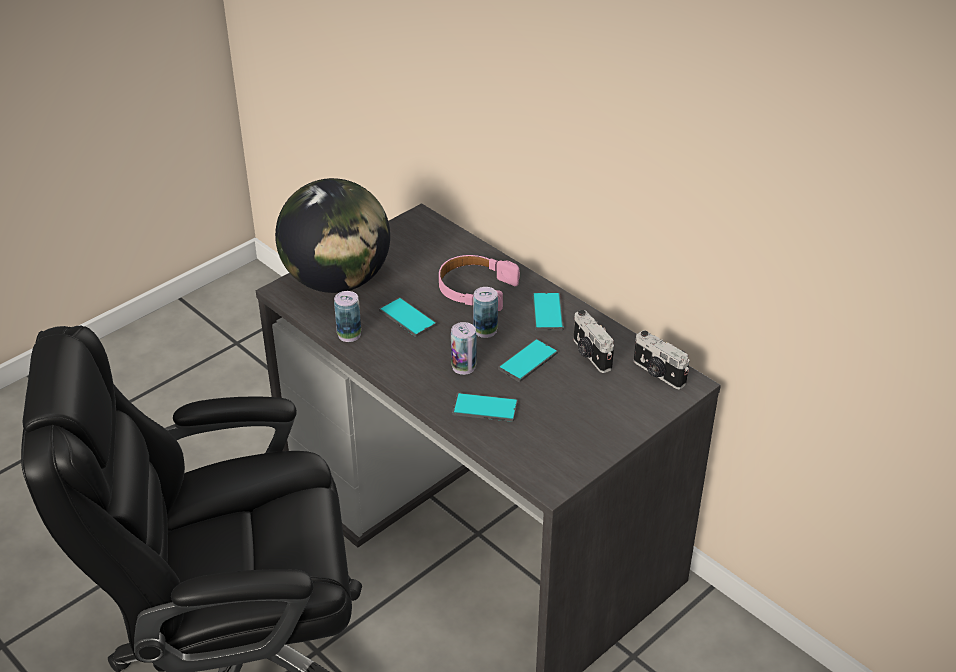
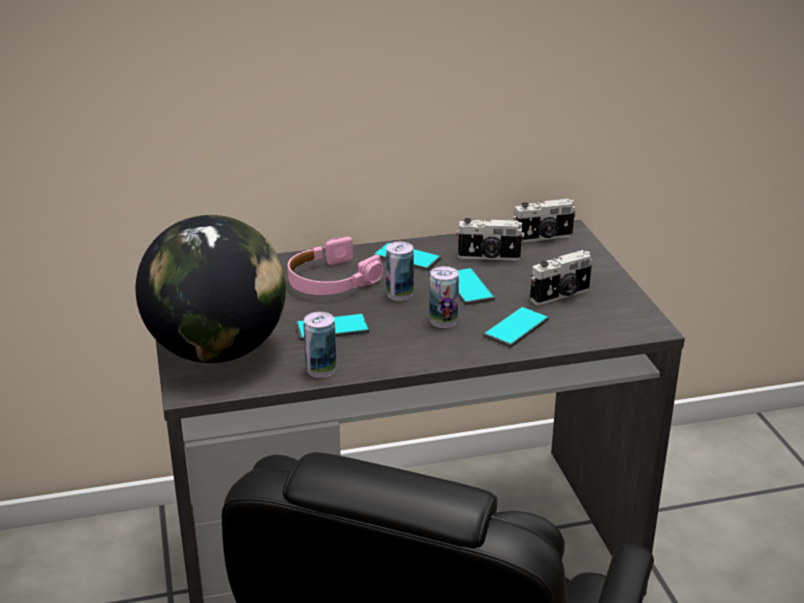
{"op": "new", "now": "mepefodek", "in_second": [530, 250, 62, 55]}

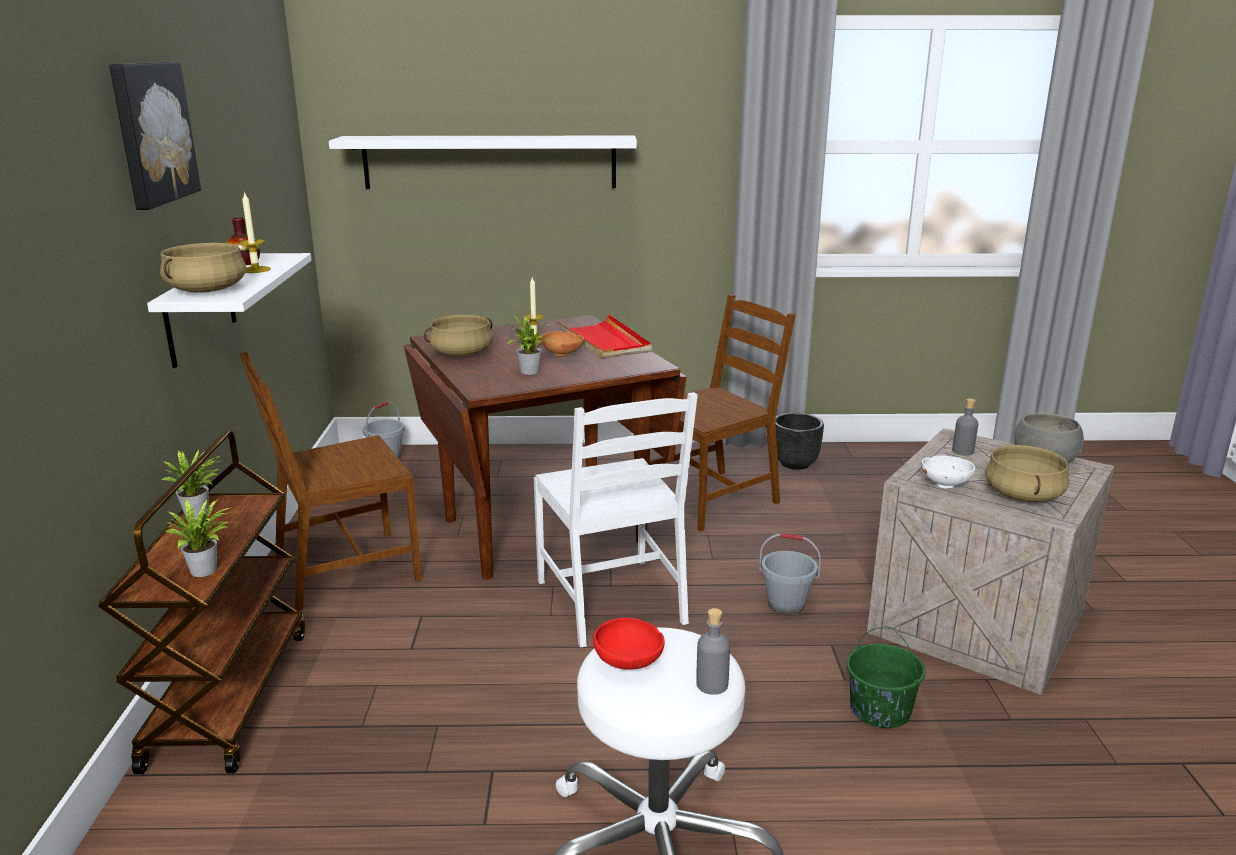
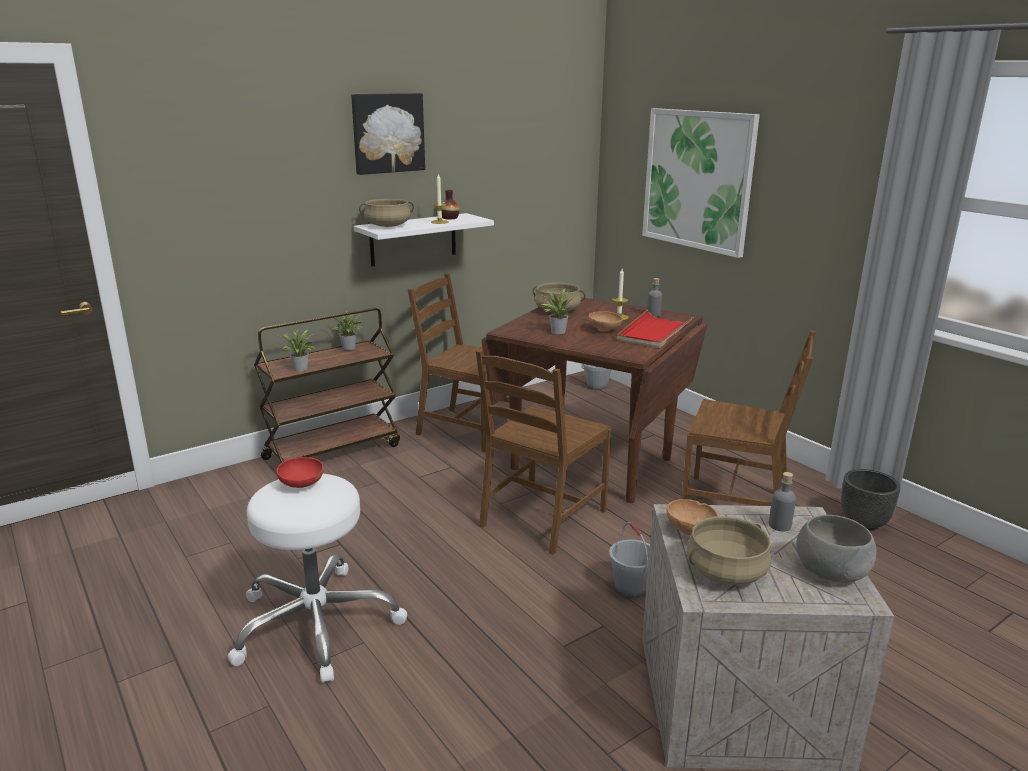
{"op": "repainted", "was": "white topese", "now": "brown topese", "in_first": [534, 392, 164, 256], "in_second": [476, 350, 136, 205]}
{"op": "swapped", "was": "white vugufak", "now": "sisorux", "in_first": [329, 136, 308, 53], "in_second": [642, 108, 118, 150]}
{"op": "shifted", "was": "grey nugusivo", "in_first": [696, 608, 34, 87], "in_second": [647, 278, 15, 39]}
{"op": "repainted", "was": "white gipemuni", "now": "brown gipemuni", "in_first": [921, 455, 54, 33], "in_second": [666, 499, 53, 36]}
{"op": "gone", "was": "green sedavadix", "in_first": [847, 627, 79, 101]}

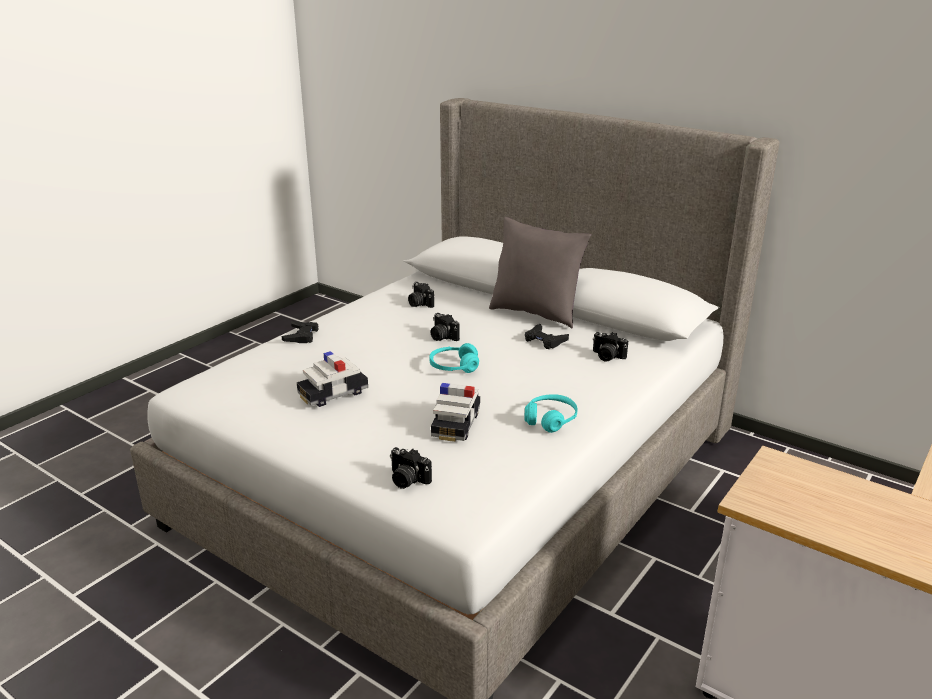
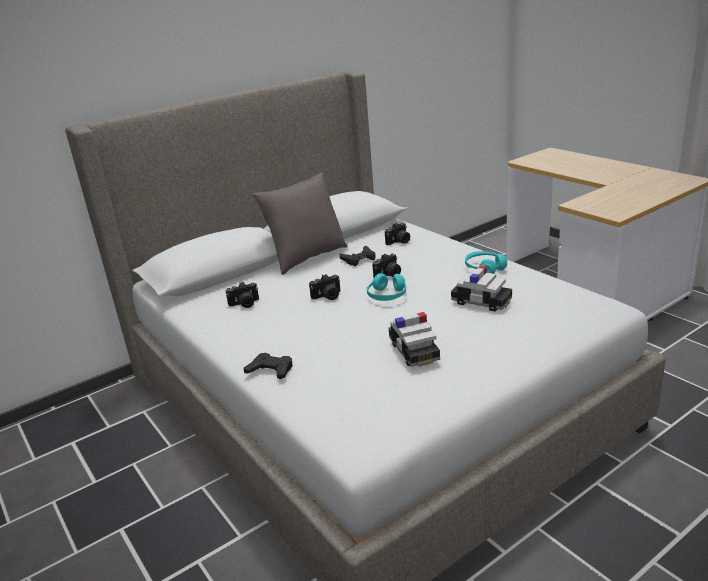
{"op": "shifted", "was": "mepefodek", "in_first": [390, 447, 42, 42], "in_second": [372, 253, 29, 25]}

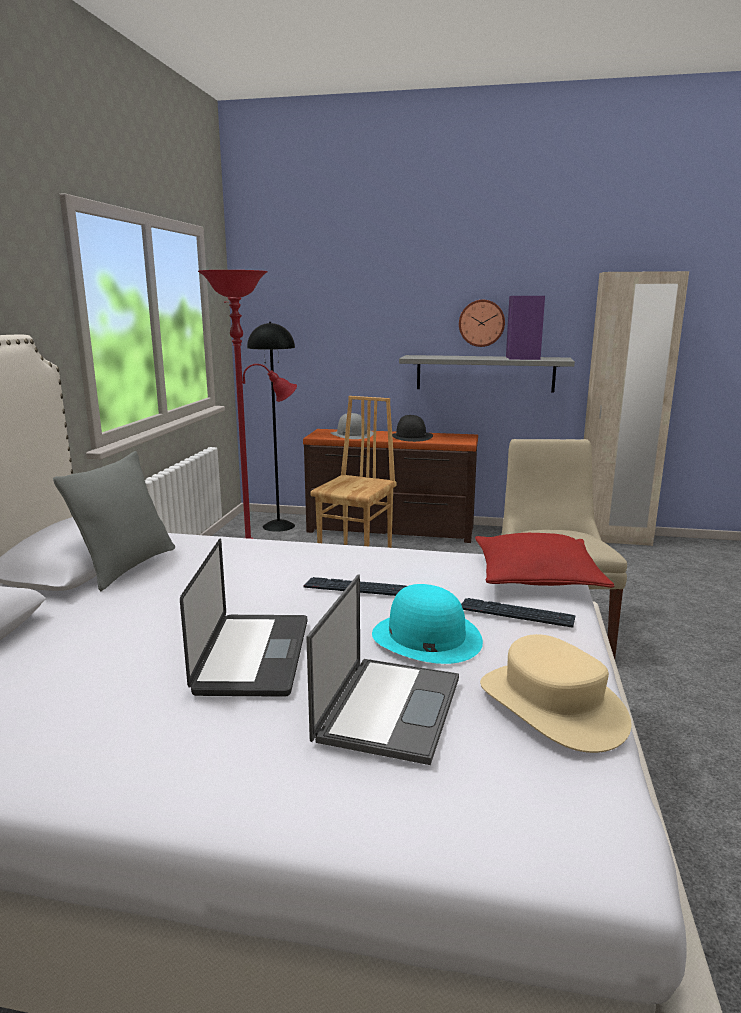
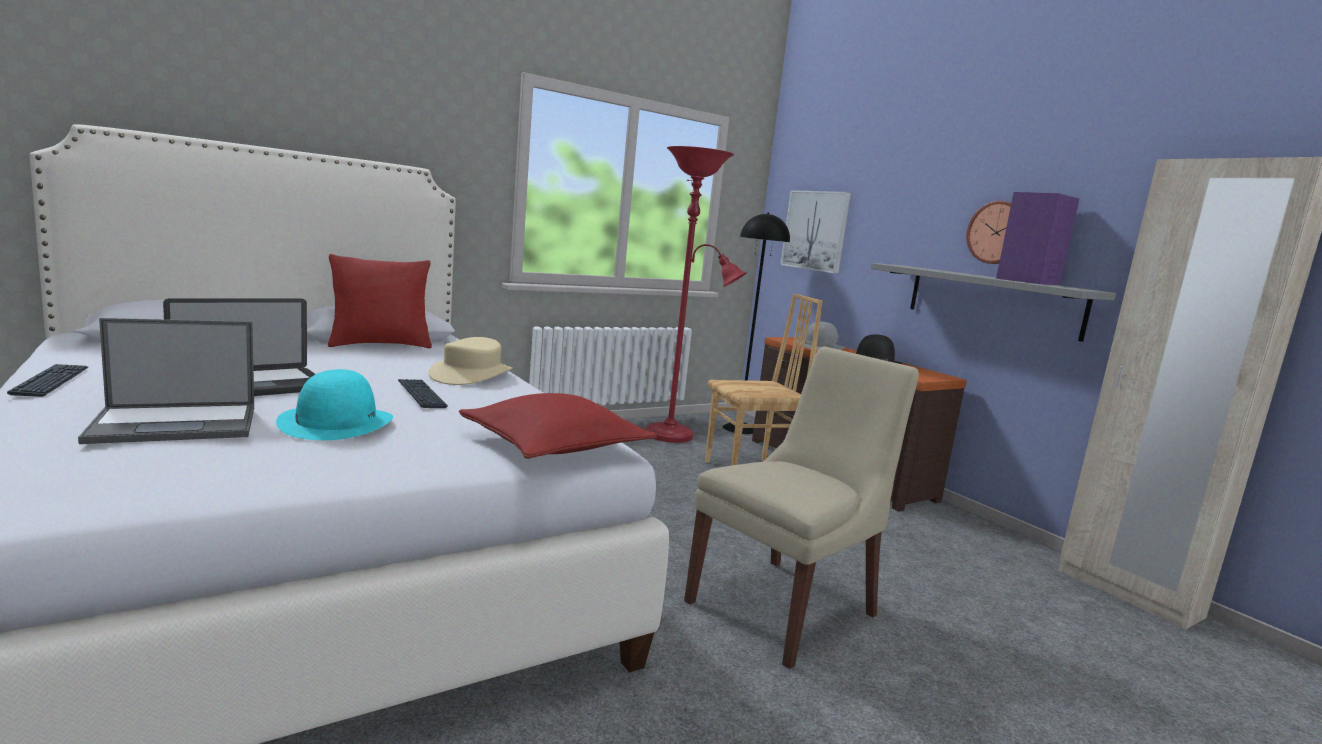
{"op": "shifted", "was": "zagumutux", "in_first": [461, 598, 114, 30], "in_second": [7, 364, 81, 33]}
{"op": "repainted", "was": "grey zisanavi", "now": "red zisanavi", "in_first": [53, 451, 122, 140], "in_second": [328, 254, 104, 94]}
{"op": "shifted", "was": "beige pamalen", "in_first": [480, 634, 152, 119], "in_second": [428, 337, 84, 48]}
{"op": "new", "now": "sisorux", "in_second": [780, 190, 71, 84]}

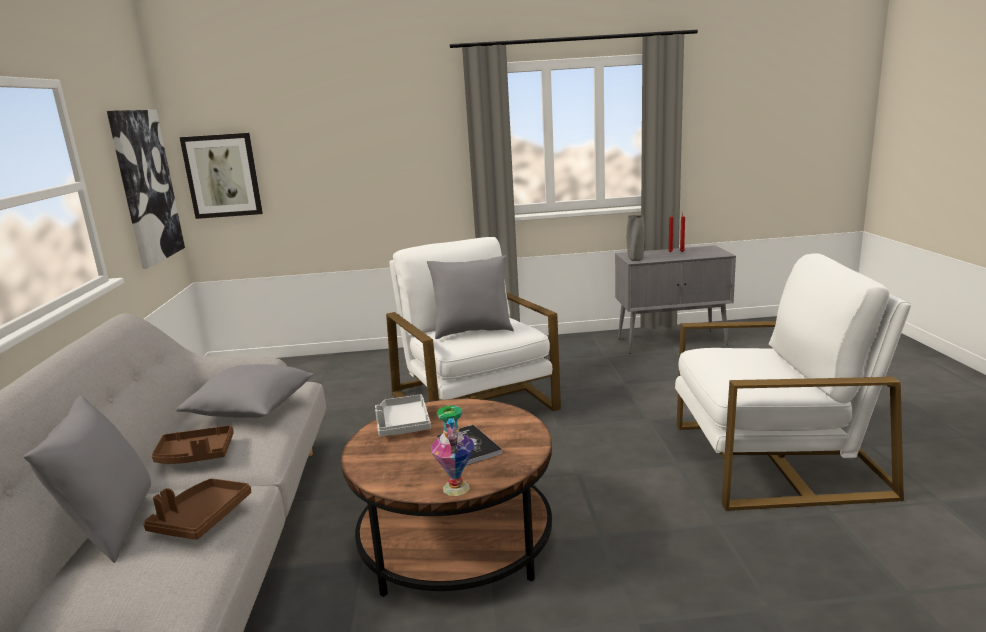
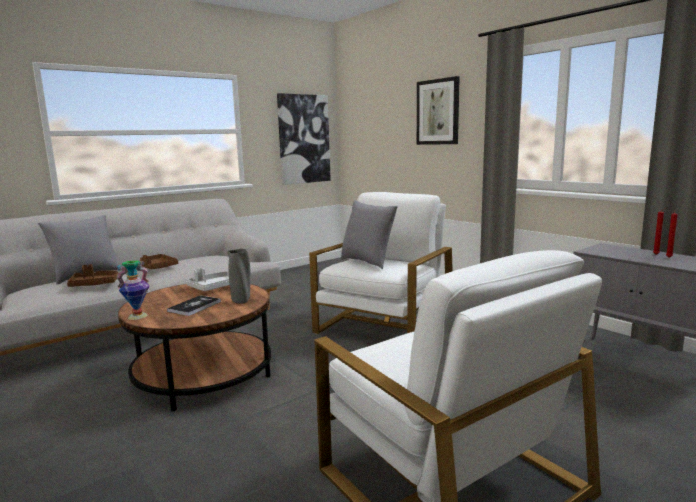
{"op": "shifted", "was": "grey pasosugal", "in_first": [626, 215, 19, 46], "in_second": [227, 249, 24, 55]}
{"op": "shifted", "was": "sisorux", "in_first": [180, 133, 83, 86], "in_second": [417, 76, 43, 69]}
{"op": "gone", "was": "grey zisanavi", "in_first": [176, 364, 138, 54]}

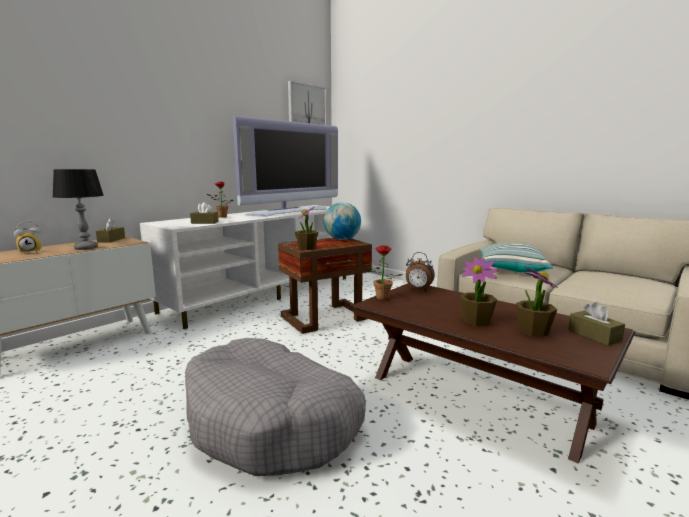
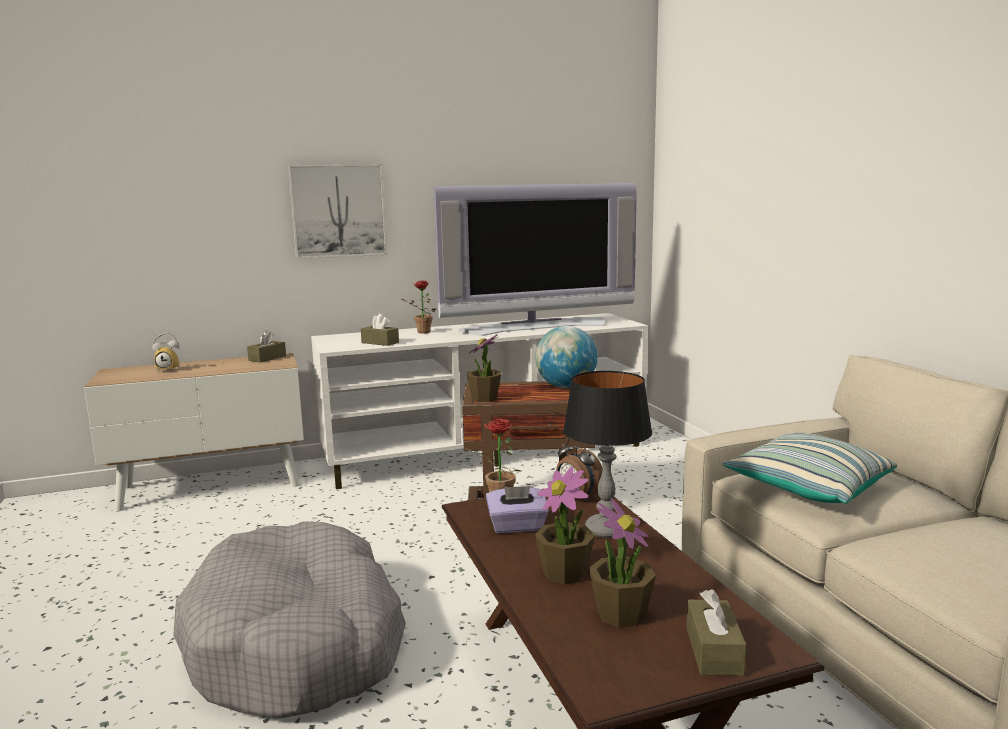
{"op": "shifted", "was": "sisorux", "in_first": [288, 81, 38, 44], "in_second": [288, 164, 99, 95]}
{"op": "new", "now": "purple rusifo", "in_second": [486, 486, 63, 47]}
{"op": "shifted", "was": "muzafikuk", "in_first": [53, 169, 51, 81], "in_second": [563, 371, 89, 167]}

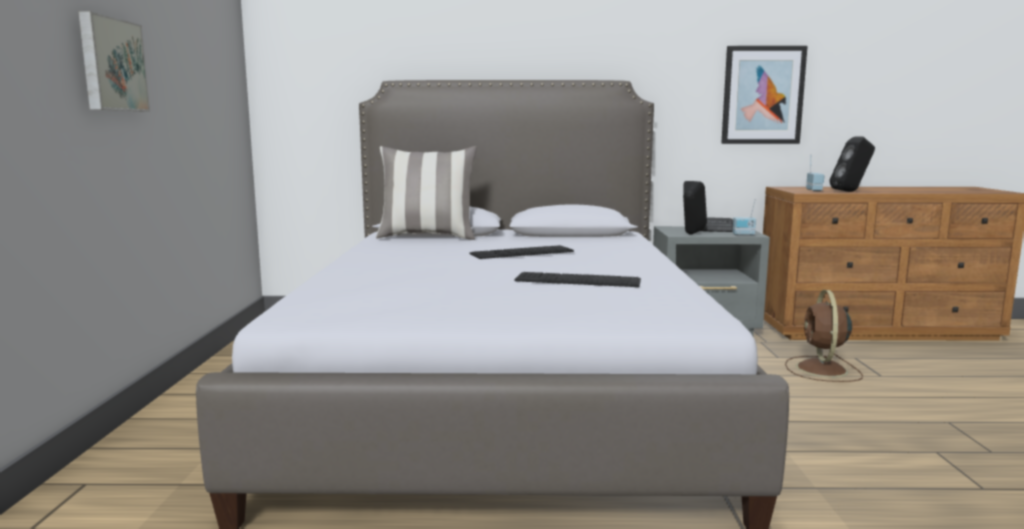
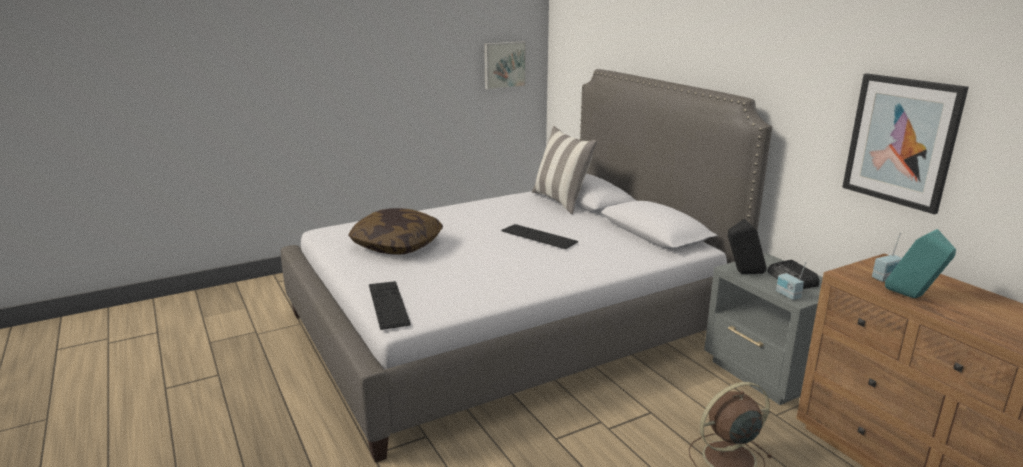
{"op": "new", "now": "zisanavi", "in_second": [348, 208, 95, 47]}
{"op": "shifted", "was": "zagumutux", "in_first": [515, 272, 126, 15], "in_second": [369, 281, 42, 49]}
{"op": "shifted", "was": "sisorux", "in_first": [78, 11, 72, 100], "in_second": [484, 42, 42, 48]}
{"op": "repainted", "was": "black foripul", "now": "turquoise foripul", "in_first": [830, 136, 45, 56], "in_second": [885, 229, 71, 69]}

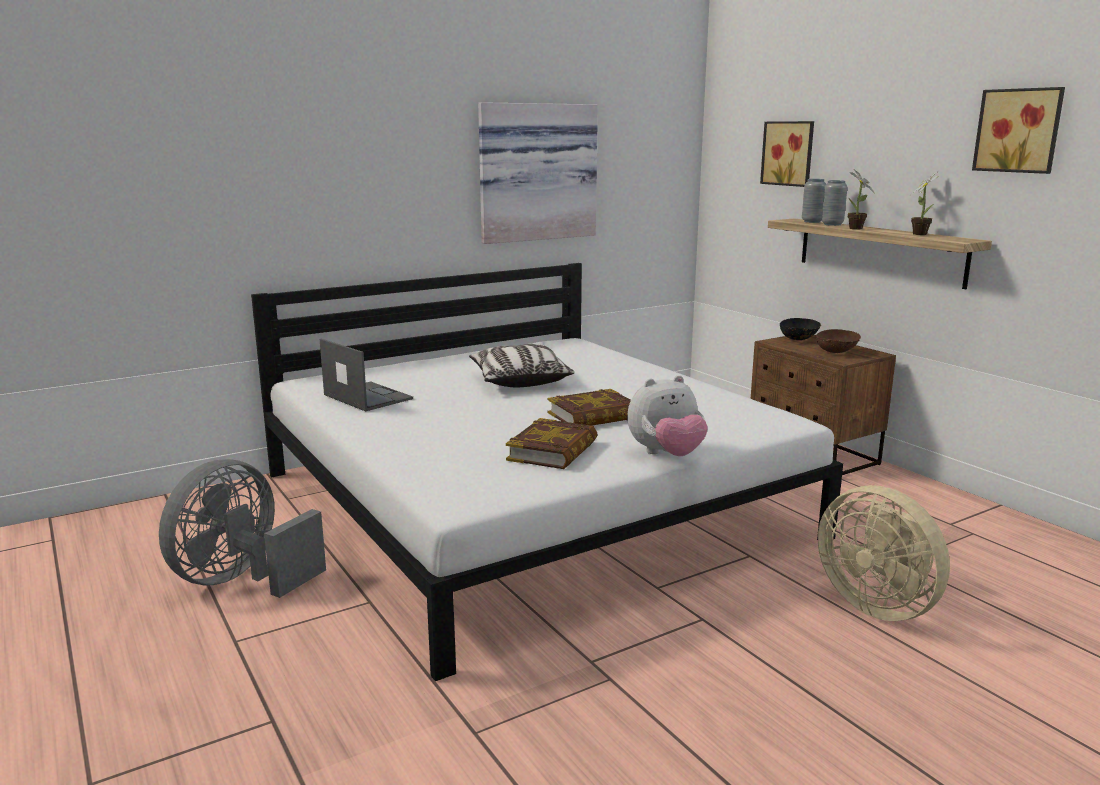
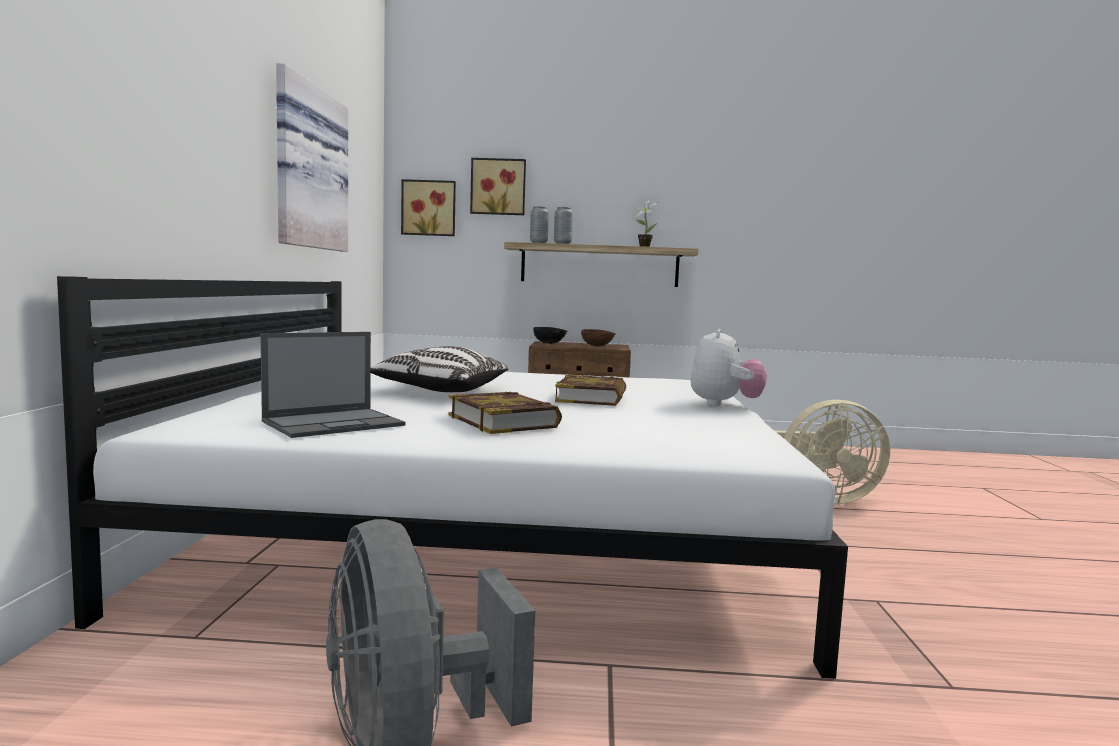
{"op": "rotated", "was": "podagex", "in_first": [320, 339, 93, 72], "in_second": [260, 332, 145, 106], "clockwise": 150}
{"op": "shifted", "was": "sisorux", "in_first": [972, 87, 93, 87], "in_second": [401, 179, 55, 57]}
{"op": "shifted", "was": "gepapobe", "in_first": [506, 418, 92, 51], "in_second": [448, 392, 114, 42]}
{"op": "gone", "was": "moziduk", "in_first": [848, 169, 27, 60]}

